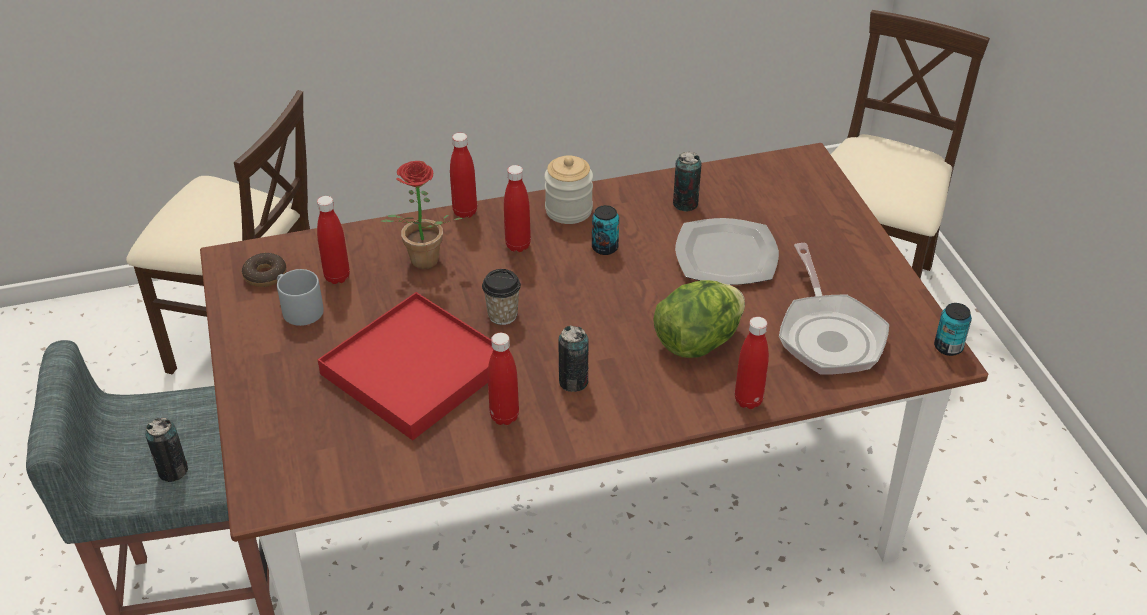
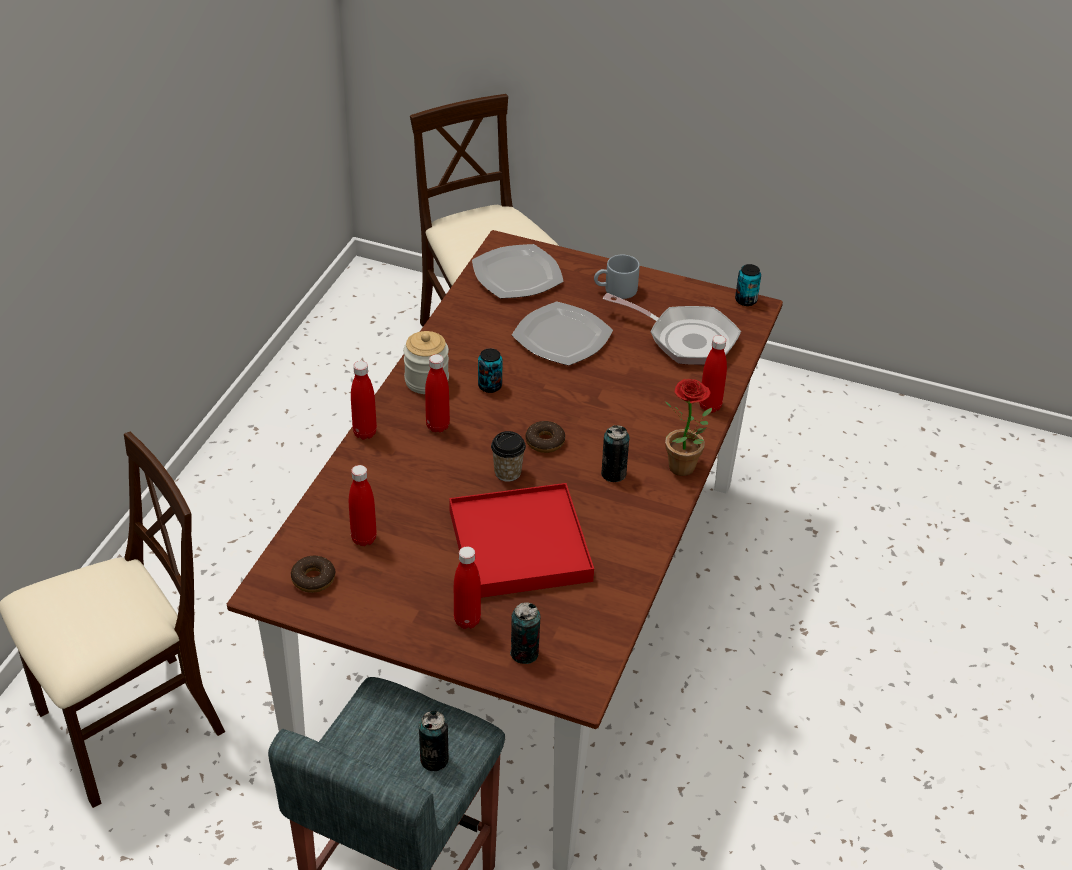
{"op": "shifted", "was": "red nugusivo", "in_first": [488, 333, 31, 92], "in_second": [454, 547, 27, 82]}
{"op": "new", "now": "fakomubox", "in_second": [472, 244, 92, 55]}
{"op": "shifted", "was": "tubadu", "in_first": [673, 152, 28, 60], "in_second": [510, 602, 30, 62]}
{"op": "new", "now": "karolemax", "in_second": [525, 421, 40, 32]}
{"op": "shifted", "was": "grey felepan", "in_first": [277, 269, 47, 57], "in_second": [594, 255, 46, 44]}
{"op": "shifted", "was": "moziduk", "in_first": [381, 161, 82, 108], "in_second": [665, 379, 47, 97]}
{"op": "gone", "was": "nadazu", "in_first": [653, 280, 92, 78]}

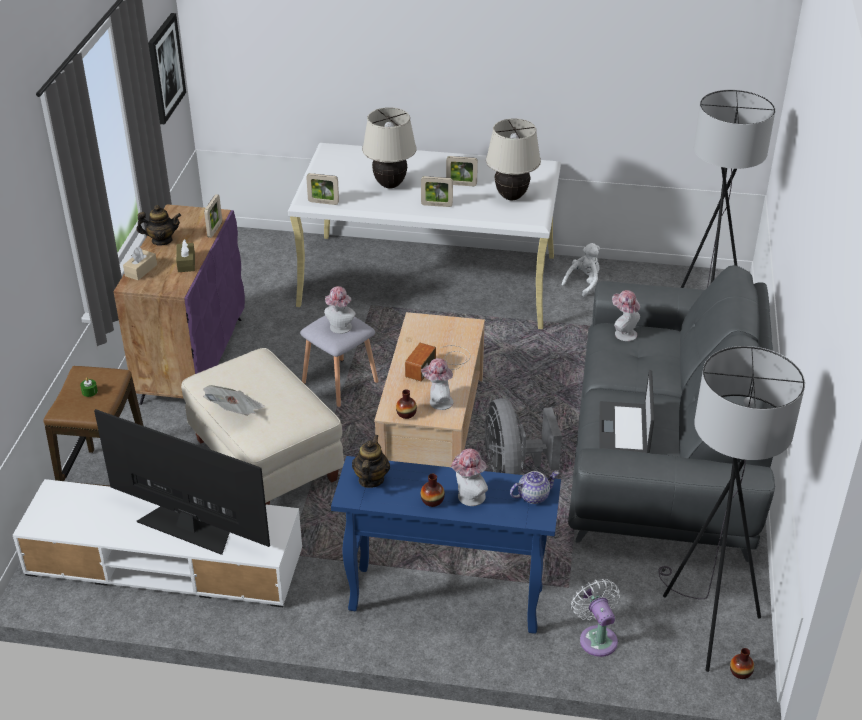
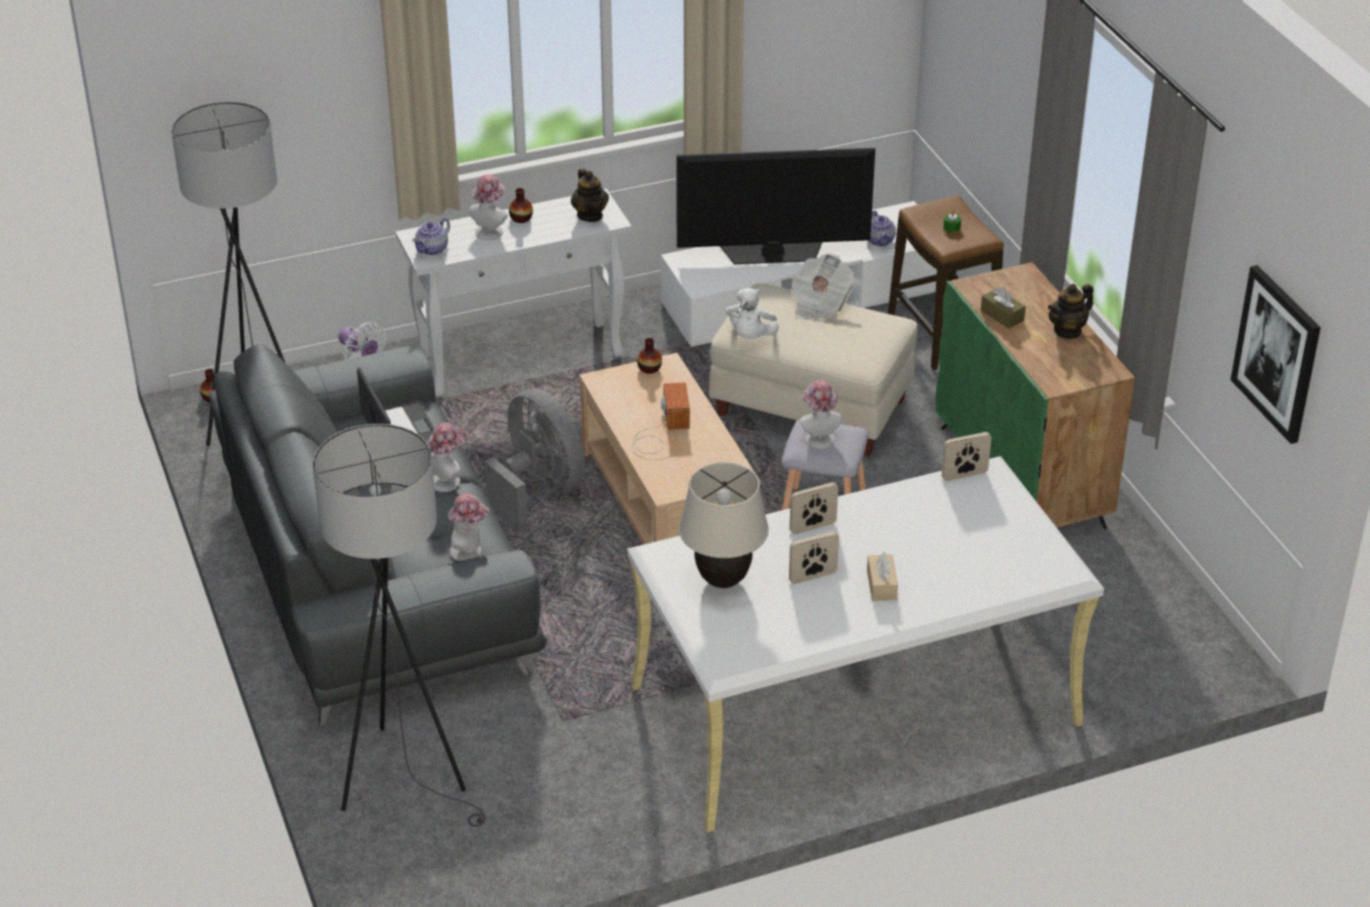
{"op": "repainted", "was": "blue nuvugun", "now": "white nuvugun", "in_first": [331, 456, 230, 178], "in_second": [396, 189, 236, 208]}
{"op": "shifted", "was": "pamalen", "in_first": [421, 358, 32, 52], "in_second": [427, 423, 39, 69]}
{"op": "shifted", "was": "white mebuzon", "in_first": [562, 243, 38, 54], "in_second": [726, 288, 53, 51]}
{"op": "shifted", "was": "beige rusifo", "in_first": [123, 247, 34, 33], "in_second": [867, 551, 31, 50]}
{"op": "new", "now": "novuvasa", "in_second": [868, 211, 28, 35]}
{"op": "repainted", "was": "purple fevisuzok", "now": "green fevisuzok", "in_first": [113, 204, 132, 201], "in_second": [935, 262, 200, 267]}
{"op": "gone", "was": "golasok", "in_first": [204, 194, 18, 44]}
{"op": "gone", "was": "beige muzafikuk", "in_first": [362, 107, 55, 82]}

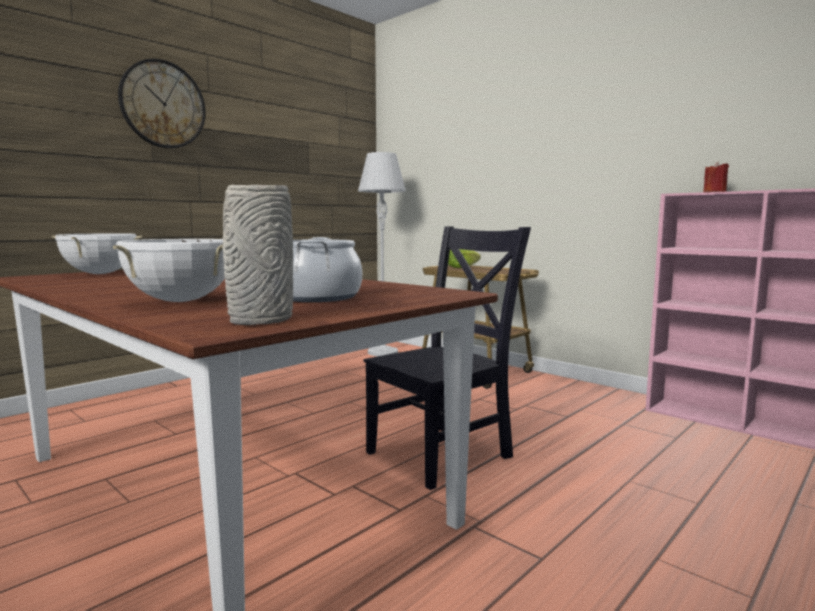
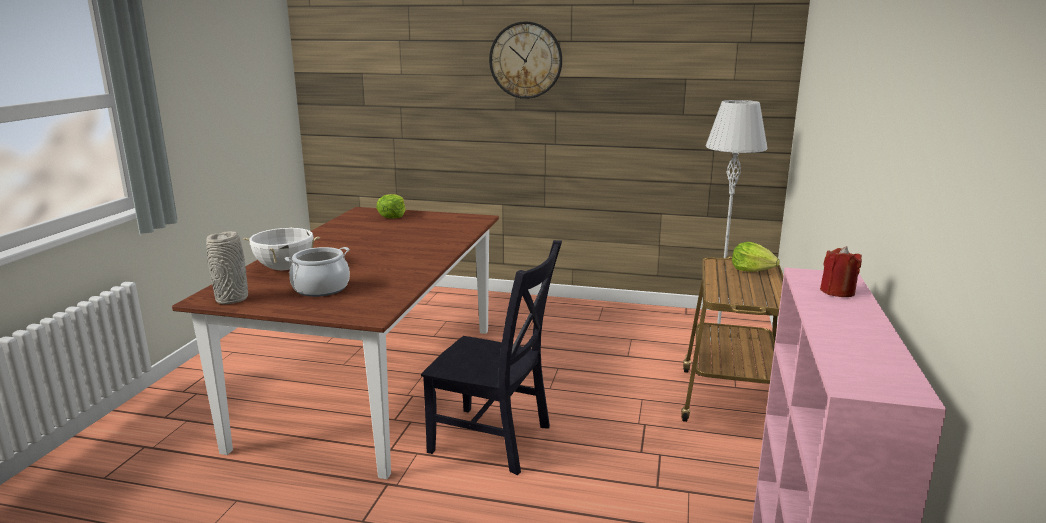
{"op": "swapped", "was": "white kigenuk", "now": "nadazu", "in_first": [52, 233, 90, 41], "in_second": [376, 194, 30, 24]}

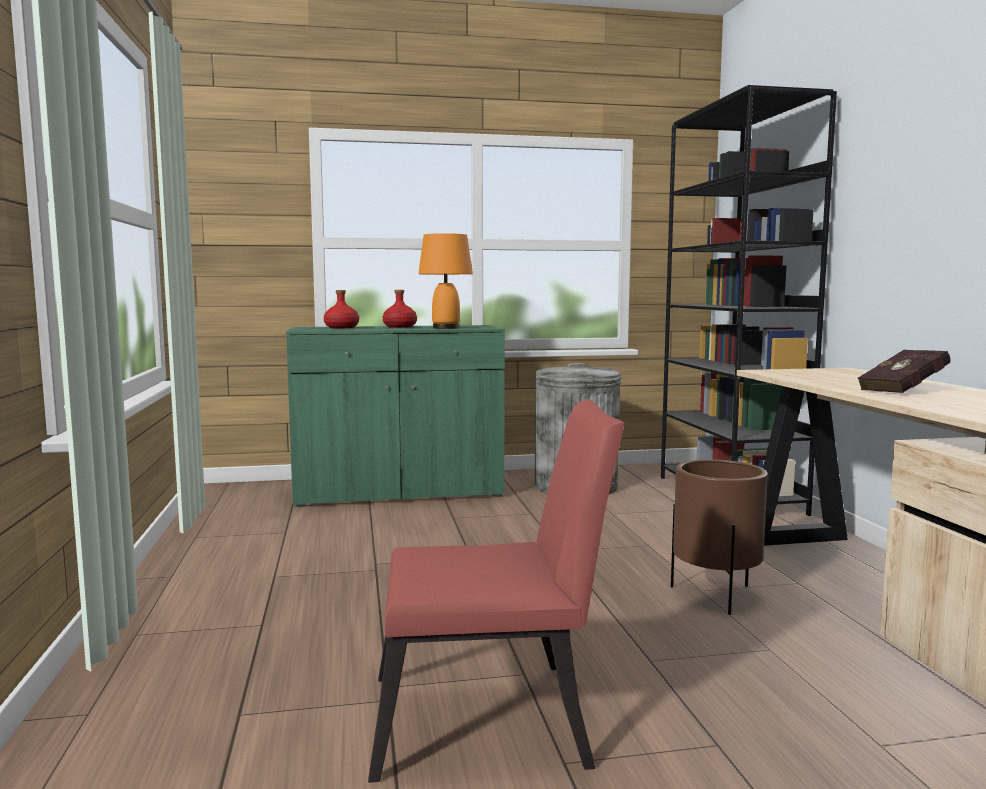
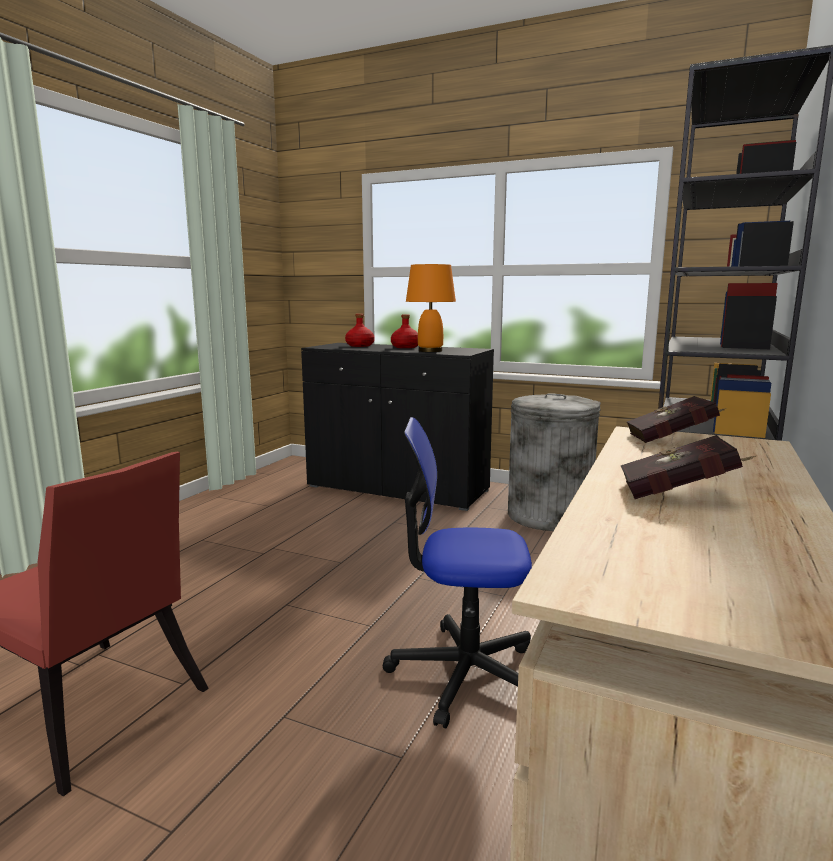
{"op": "repainted", "was": "green fevisuzok", "now": "black fevisuzok", "in_first": [286, 325, 219, 182], "in_second": [301, 343, 193, 168]}
{"op": "swapped", "was": "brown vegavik", "now": "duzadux", "in_first": [671, 459, 97, 156], "in_second": [383, 417, 149, 312]}
{"op": "new", "now": "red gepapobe", "in_second": [627, 396, 99, 47]}

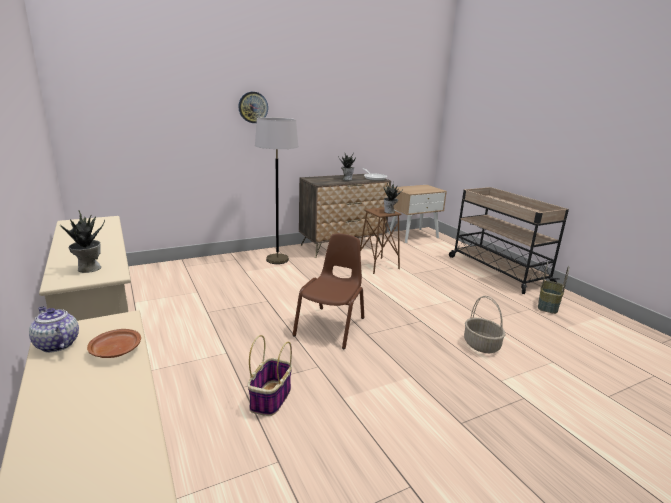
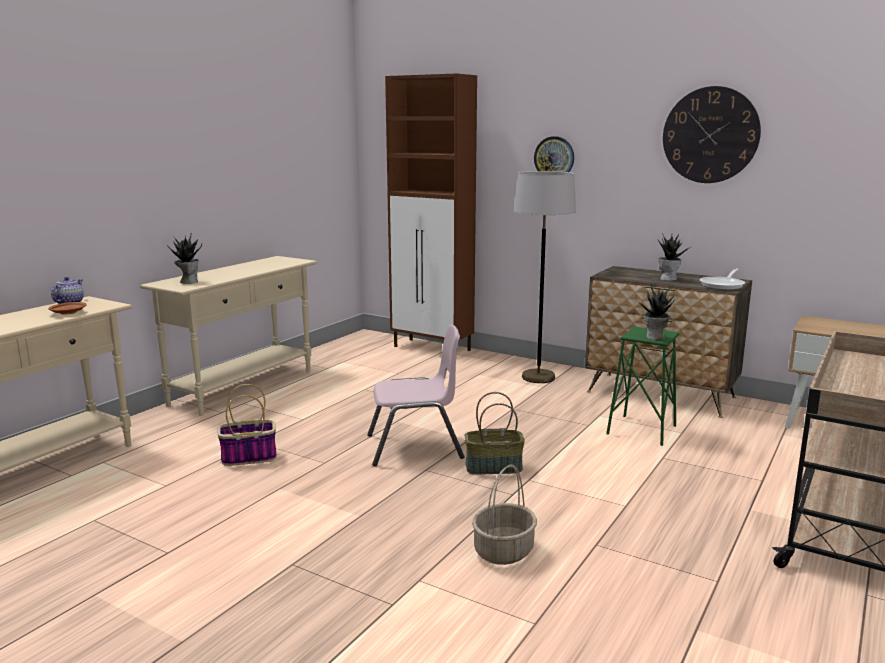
{"op": "repainted", "was": "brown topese", "now": "pink topese", "in_first": [292, 233, 72, 116], "in_second": [368, 324, 96, 142]}
{"op": "new", "now": "brown fevisuzok", "in_second": [385, 73, 92, 285]}
{"op": "shifted", "was": "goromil", "in_first": [538, 262, 31, 52], "in_second": [465, 392, 60, 82]}
{"op": "repainted", "was": "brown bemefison", "now": "green bemefison", "in_first": [360, 207, 41, 67], "in_second": [606, 326, 73, 120]}
{"op": "new", "now": "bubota", "in_second": [663, 86, 98, 97]}

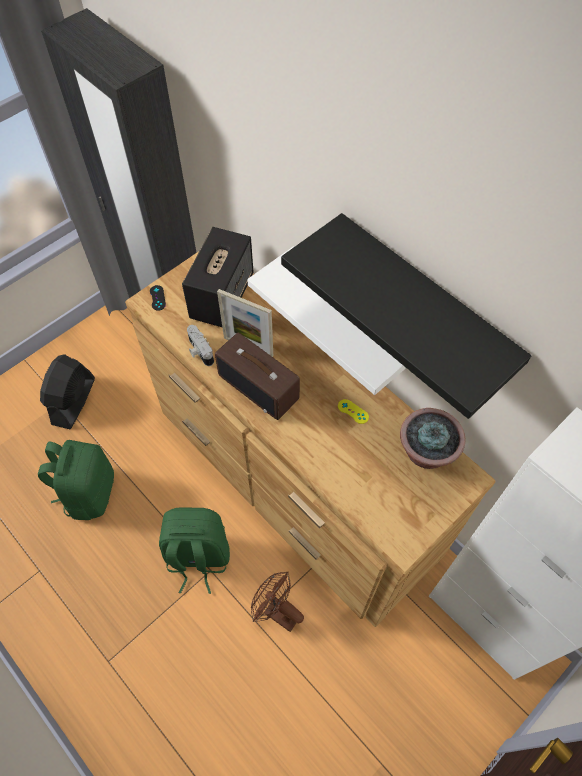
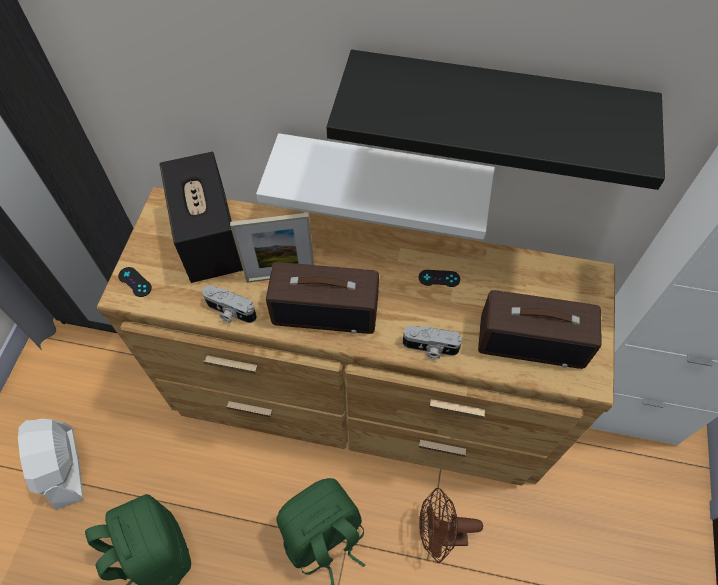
{"op": "repainted", "was": "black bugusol", "now": "white bugusol", "in_first": [40, 354, 55, 75], "in_second": [18, 419, 65, 91]}
{"op": "new", "now": "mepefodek", "in_second": [403, 326, 60, 33]}
{"op": "repainted", "was": "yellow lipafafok", "now": "black lipafafok", "in_first": [338, 399, 31, 25], "in_second": [419, 270, 41, 17]}
{"op": "new", "now": "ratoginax", "in_second": [478, 290, 124, 79]}
{"op": "gone", "was": "moziduk", "in_first": [400, 408, 66, 61]}

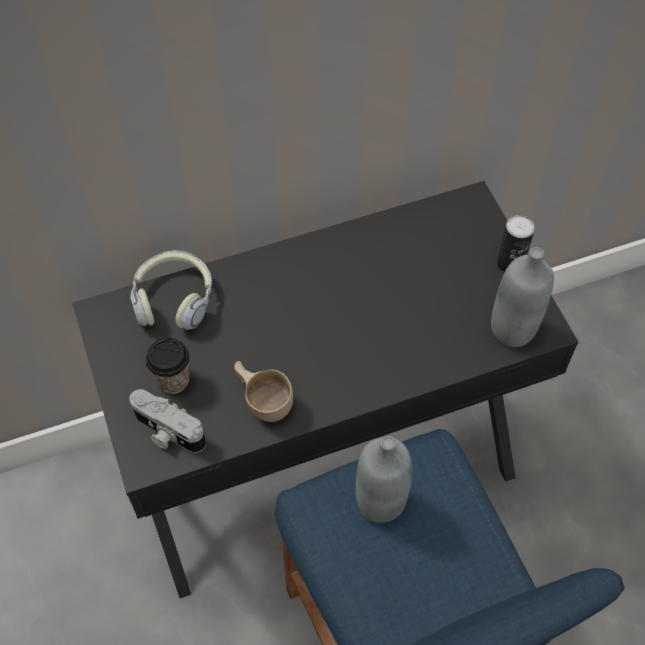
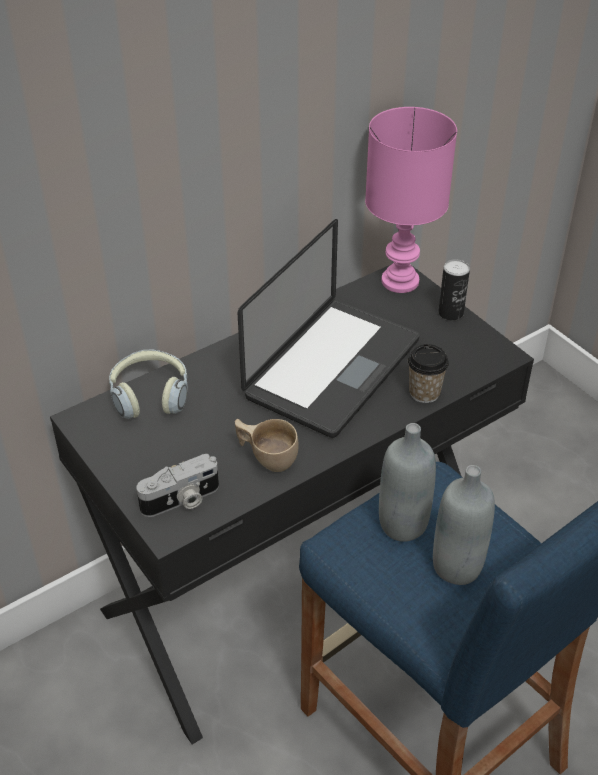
{"op": "rotated", "was": "mepefodek", "in_first": [129, 389, 77, 64], "in_second": [136, 454, 83, 63], "clockwise": -45}
{"op": "new", "now": "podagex", "in_second": [238, 219, 181, 219]}
{"op": "new", "now": "pink muzafikuk", "in_second": [365, 107, 92, 186]}
{"op": "shifted", "was": "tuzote", "in_first": [145, 338, 45, 56], "in_second": [408, 344, 41, 59]}
{"op": "shifted", "was": "grey nugusivo", "in_first": [491, 247, 63, 100], "in_second": [433, 465, 62, 120]}

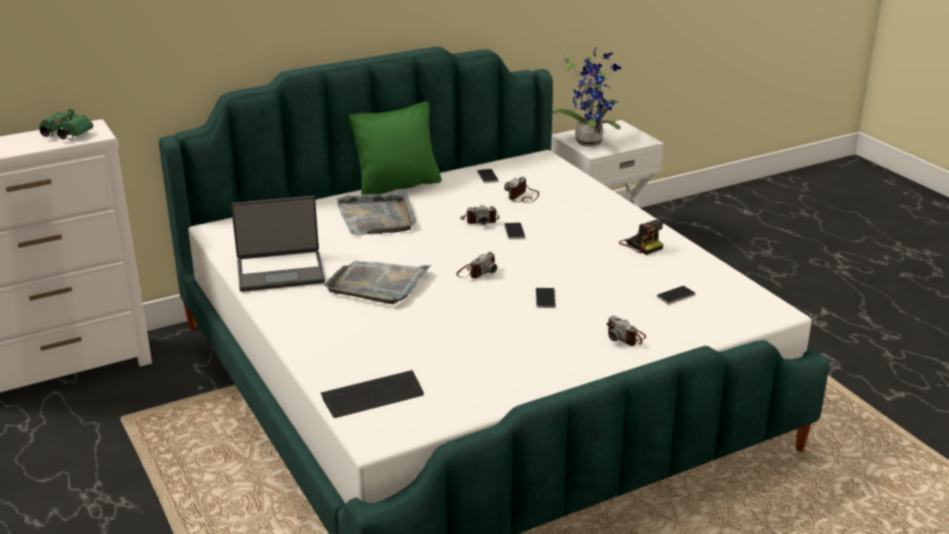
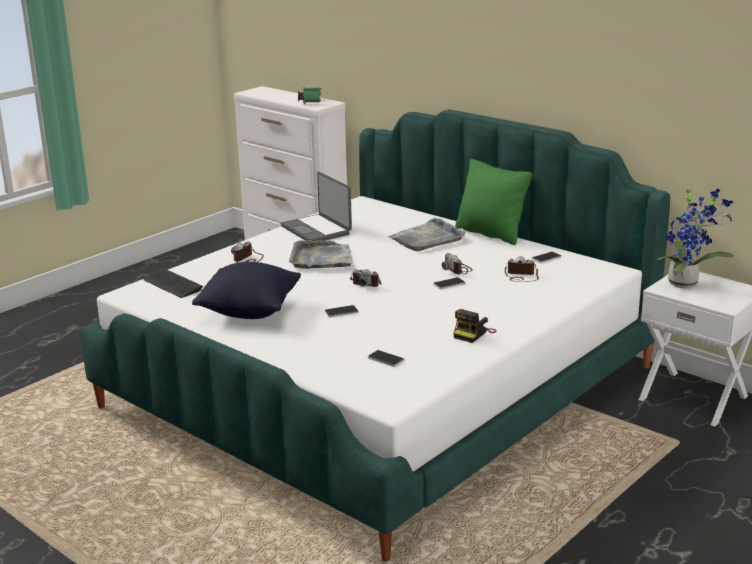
{"op": "new", "now": "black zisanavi", "in_second": [192, 262, 109, 57]}
{"op": "shifted", "was": "mepefodek", "in_first": [607, 315, 39, 31], "in_second": [231, 241, 33, 22]}

